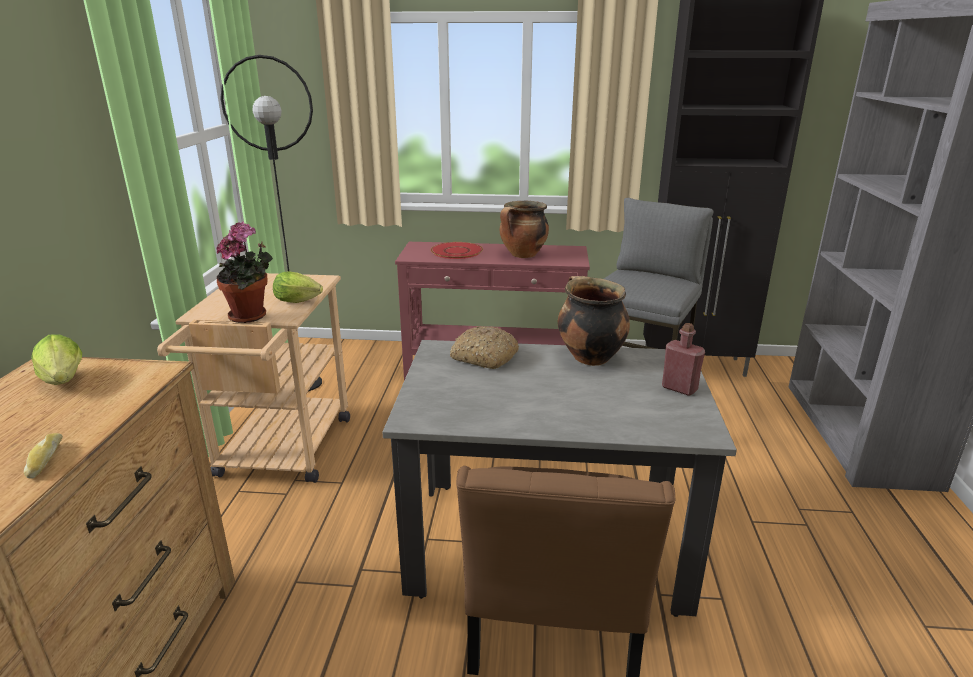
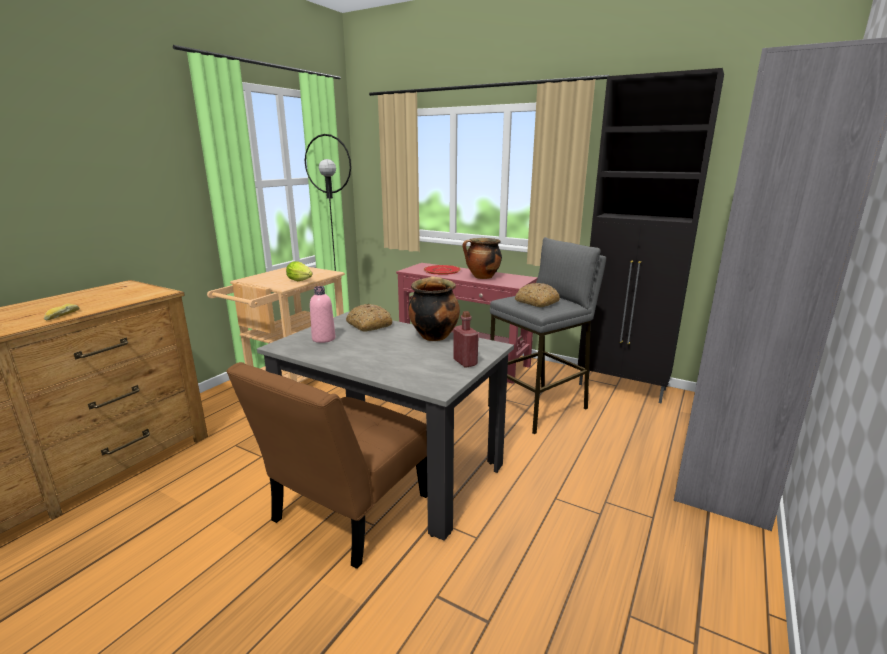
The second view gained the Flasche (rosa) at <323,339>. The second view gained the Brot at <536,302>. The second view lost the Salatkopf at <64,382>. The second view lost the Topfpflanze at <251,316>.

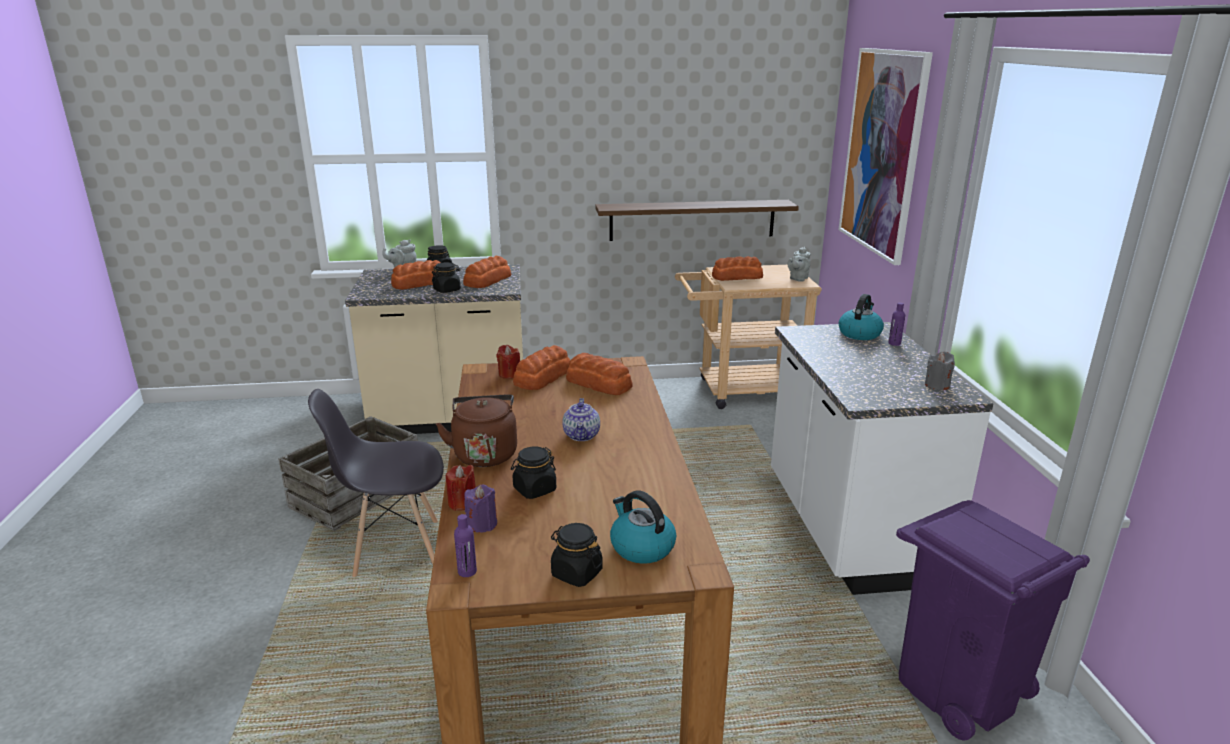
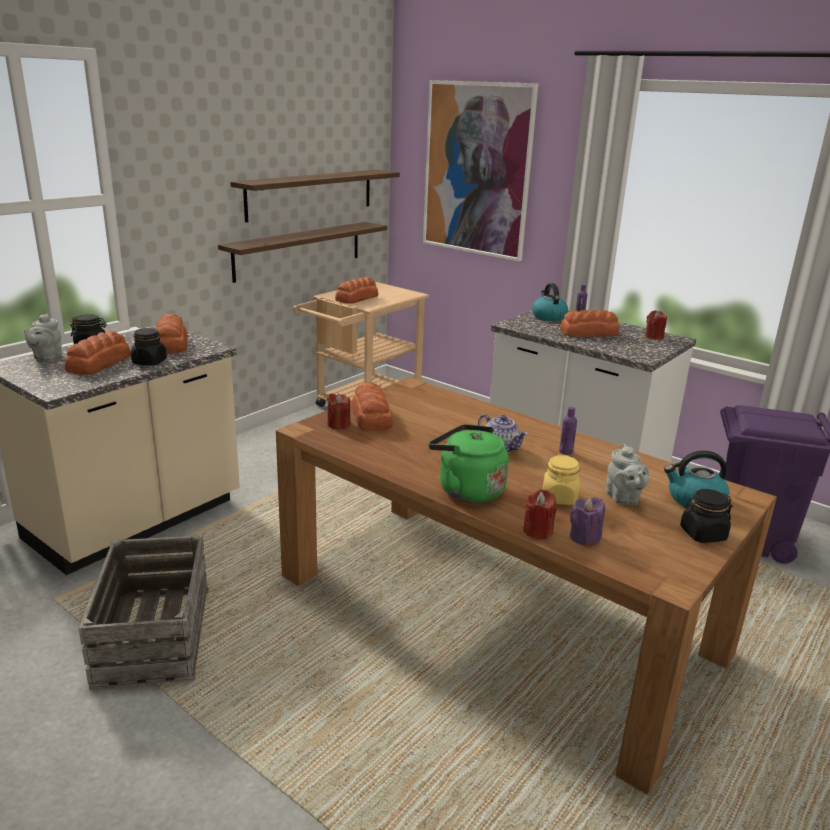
The second view gained the Wandregal at <311,194>. What was the Wasserkessel (braun) at <485,453> turned into the Wasserkessel (grün) at <467,490>. What was the Vorratsglas (schwarz) at <534,489> turned into the Vorratsglas (gelb) at <559,497>. The Flasche (lila) ended up elsewhere, having gone from <467,571> to <566,452>. The Brot ended up elsewhere, having gone from <599,384> to <589,333>. The Teekanne (grau) ended up elsewhere, having gone from <798,279> to <623,498>. What was the Kerze (grau) at <937,385> turned into the Kerze (rot) at <654,337>. The second view lost the Stuhl (grau) at <395,548>.

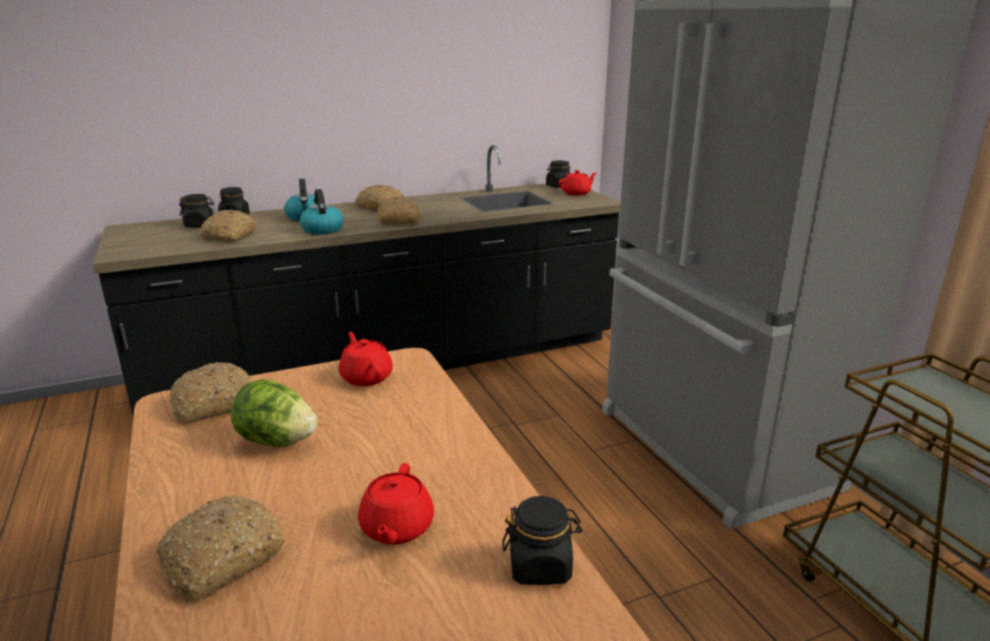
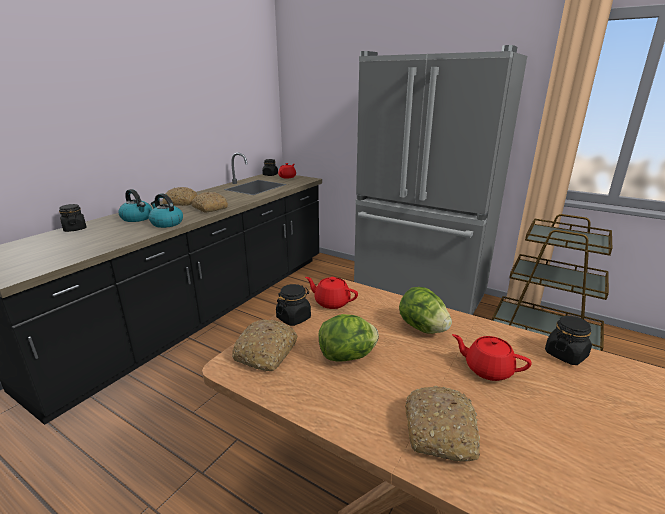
The Vorratsglas (schwarz) ended up elsewhere, having gone from <200,225> to <294,318>. The second view gained the Salatkopf at <422,328>. The Teekanne (rot) at <396,528> ended up facing another way, 150 degrees clockwise from before. The second view lost the Brot at <230,235>.

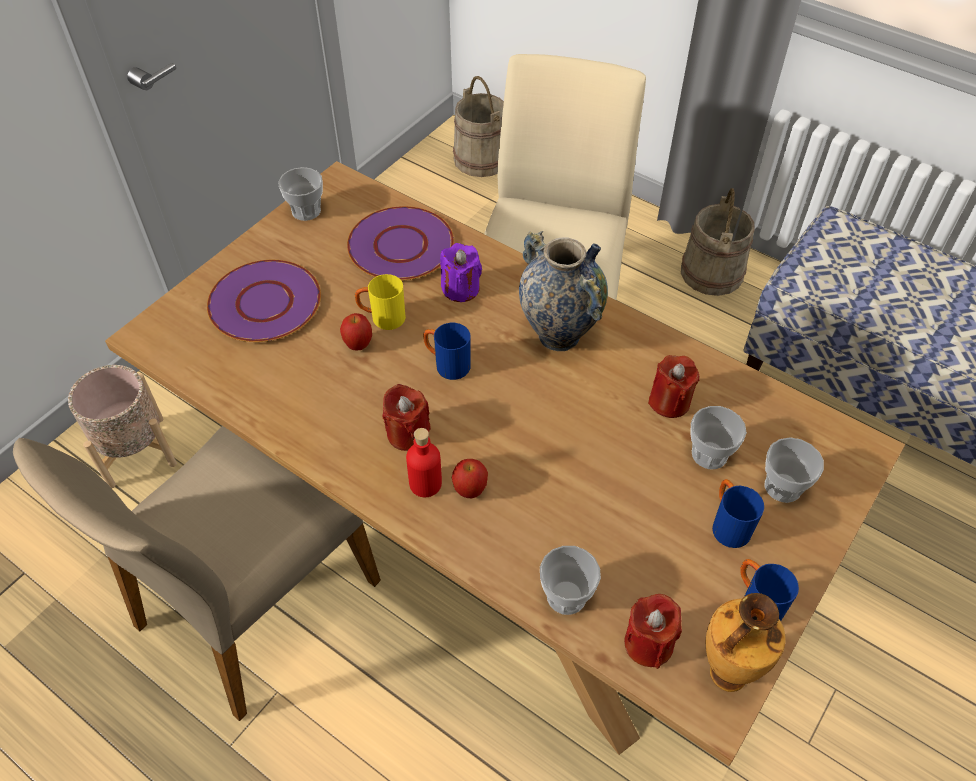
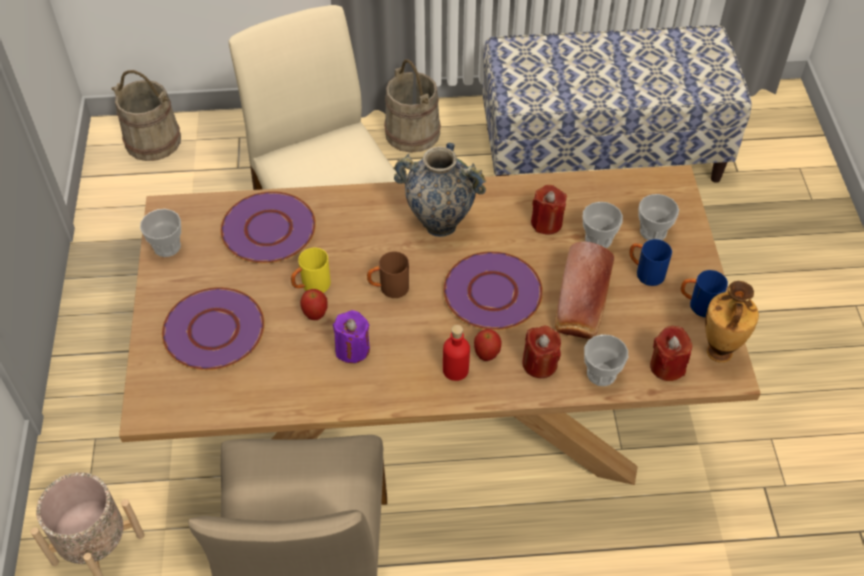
The Kerze (lila) ended up elsewhere, having gone from <460,289> to <352,349>. What was the Henkelbecher (blau) at <446,364> turned into the Henkelbecher (braun) at <388,288>. The second view gained the Teller (lila) at <492,292>. The Kerze (rot) ended up elsewhere, having gone from <408,433> to <539,364>. The second view gained the Brot at <580,306>.

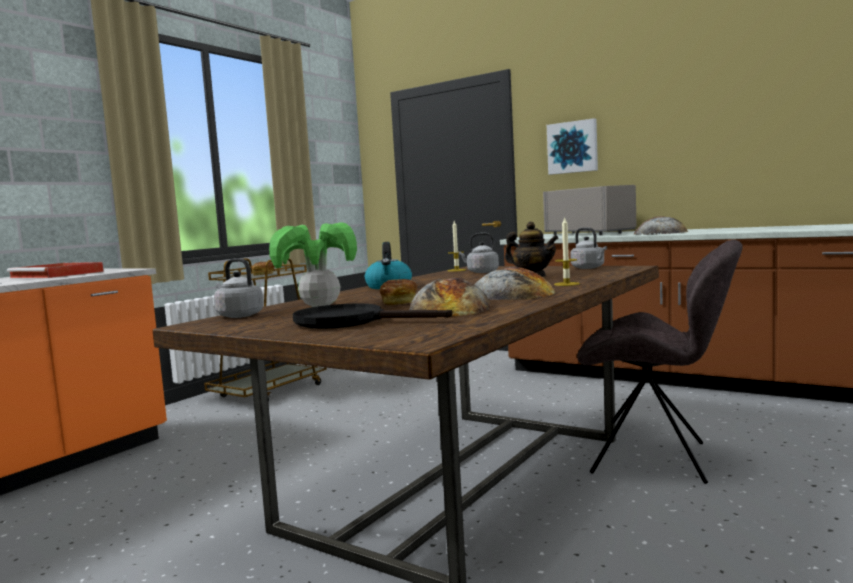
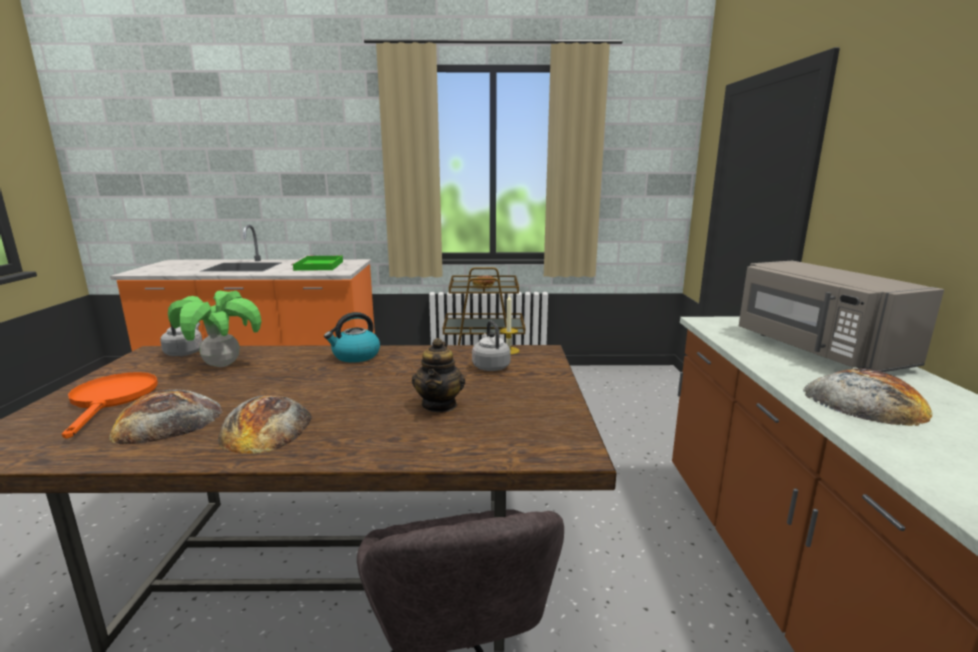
What was the Pfanne (schwarz) at <351,322> turned into the Pfanne (orange) at <112,400>. What was the Tablett (rot) at <58,274> turned into the Tablett (grün) at <319,266>. The Mikrowelle (grau) at <590,234> ended up facing another way, 135 degrees clockwise from before. The second view lost the Brot at <400,303>. The second view lost the Bild at <573,147>. The second view lost the Kerze at <566,284>. The second view lost the Wasserkessel (grau) at <589,268>.

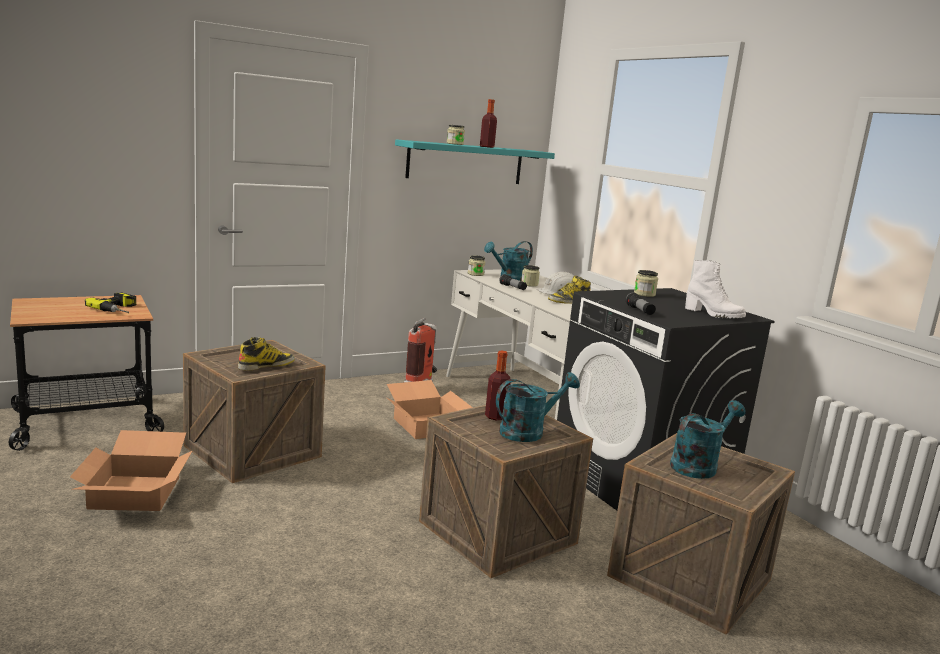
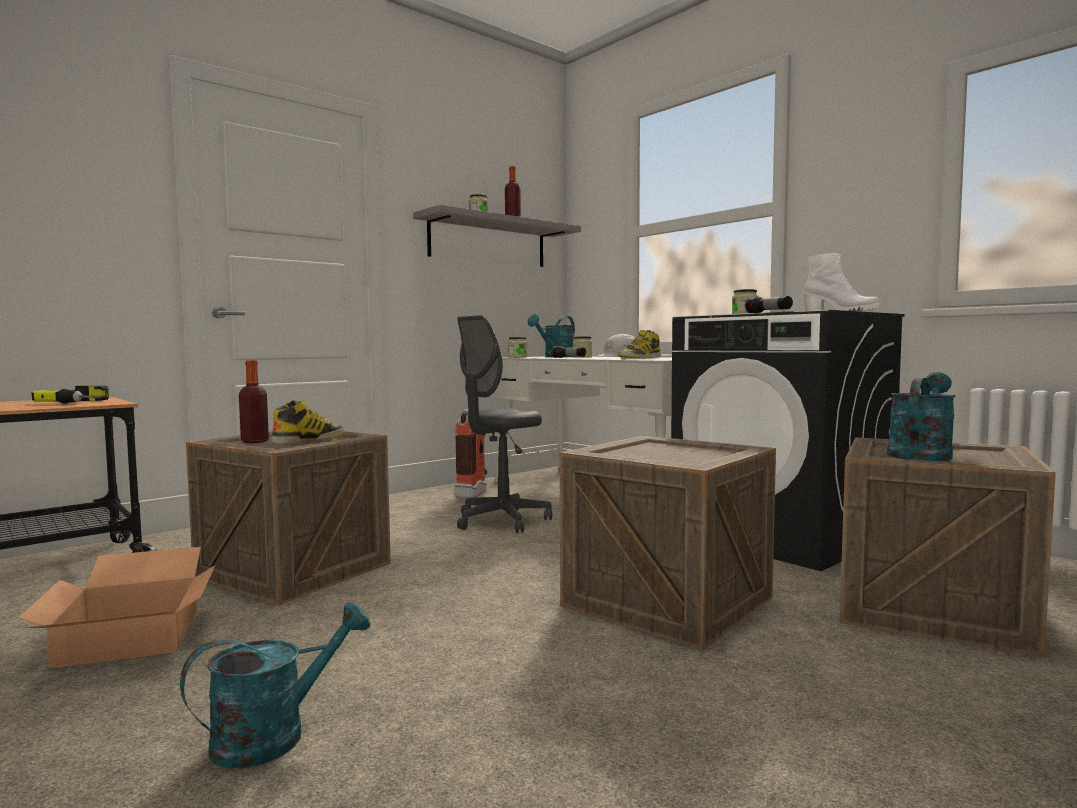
The Gießkanne (türkis) ended up elsewhere, having gone from <528,432> to <275,734>. The Flasche ended up elsewhere, having gone from <495,417> to <255,441>. What was the Wandregal (türkis) at <465,163> turned into the Wandregal (grau) at <488,242>. Where the Karton stood at <426,425>, the Bürostuhl (grau) came to stand at <501,521>.

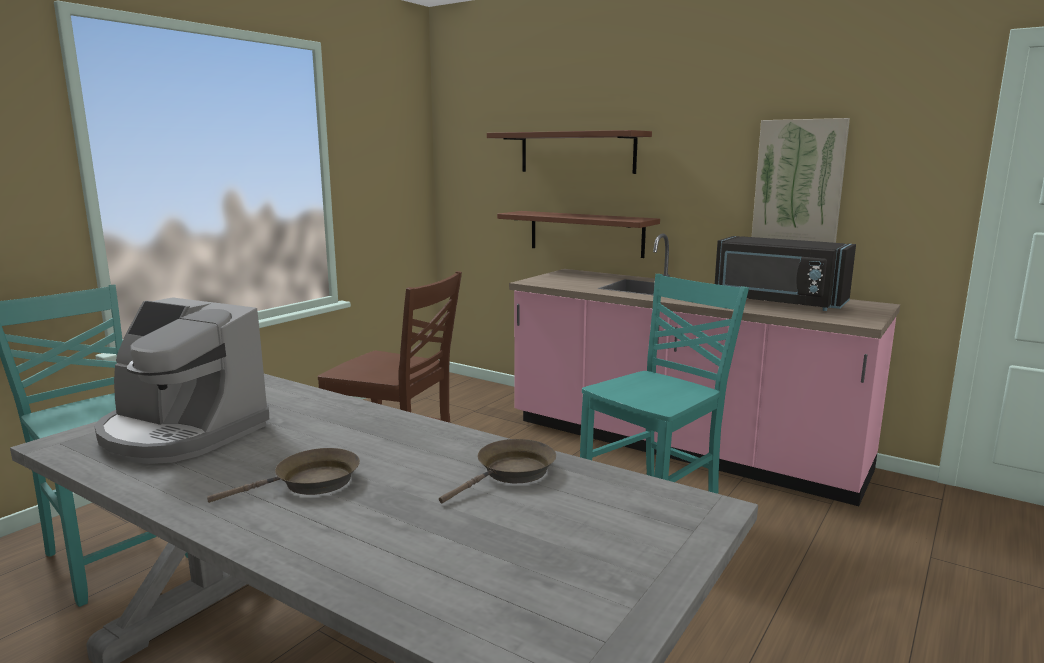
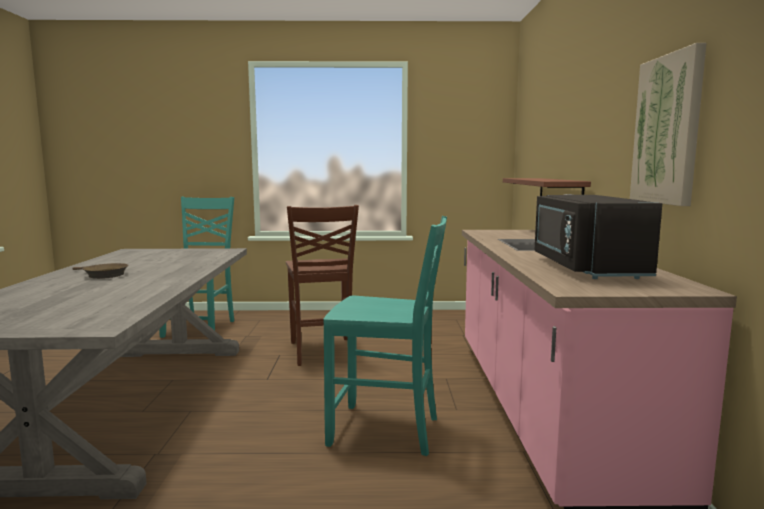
The second view lost the Kaffeemaschine at <181,433>. The second view lost the Pfanne (braun) at <511,473>. The second view lost the Wandregal (braun) at <577,152>.

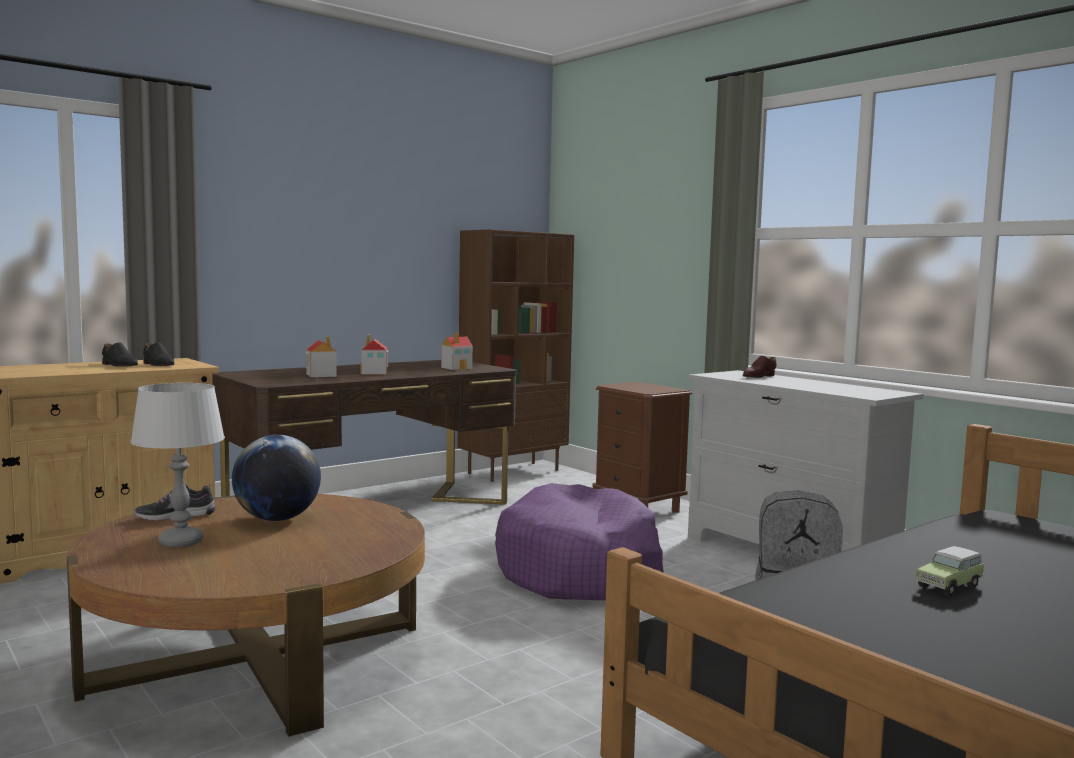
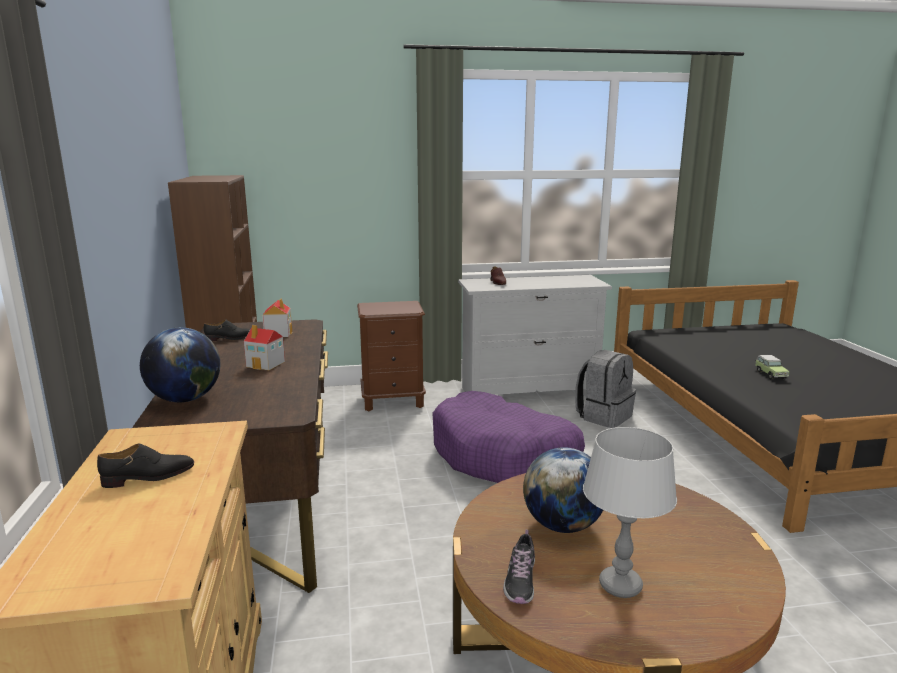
The second view gained the Globus at <185,399>. The Schuh (schwarz) ended up elsewhere, having gone from <158,365> to <230,338>. The second view lost the Spielzeughaus at <321,375>.

